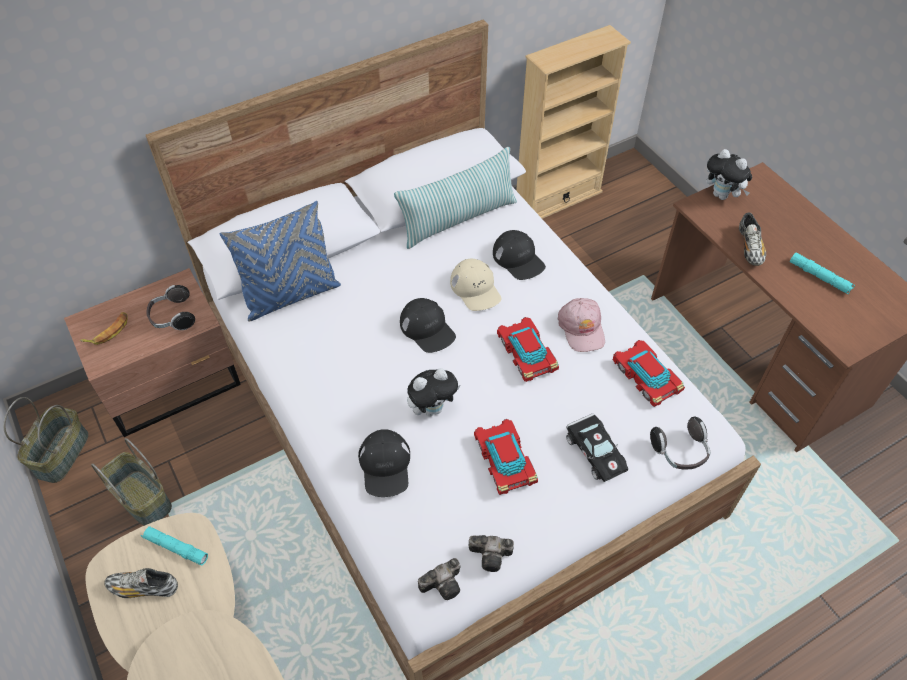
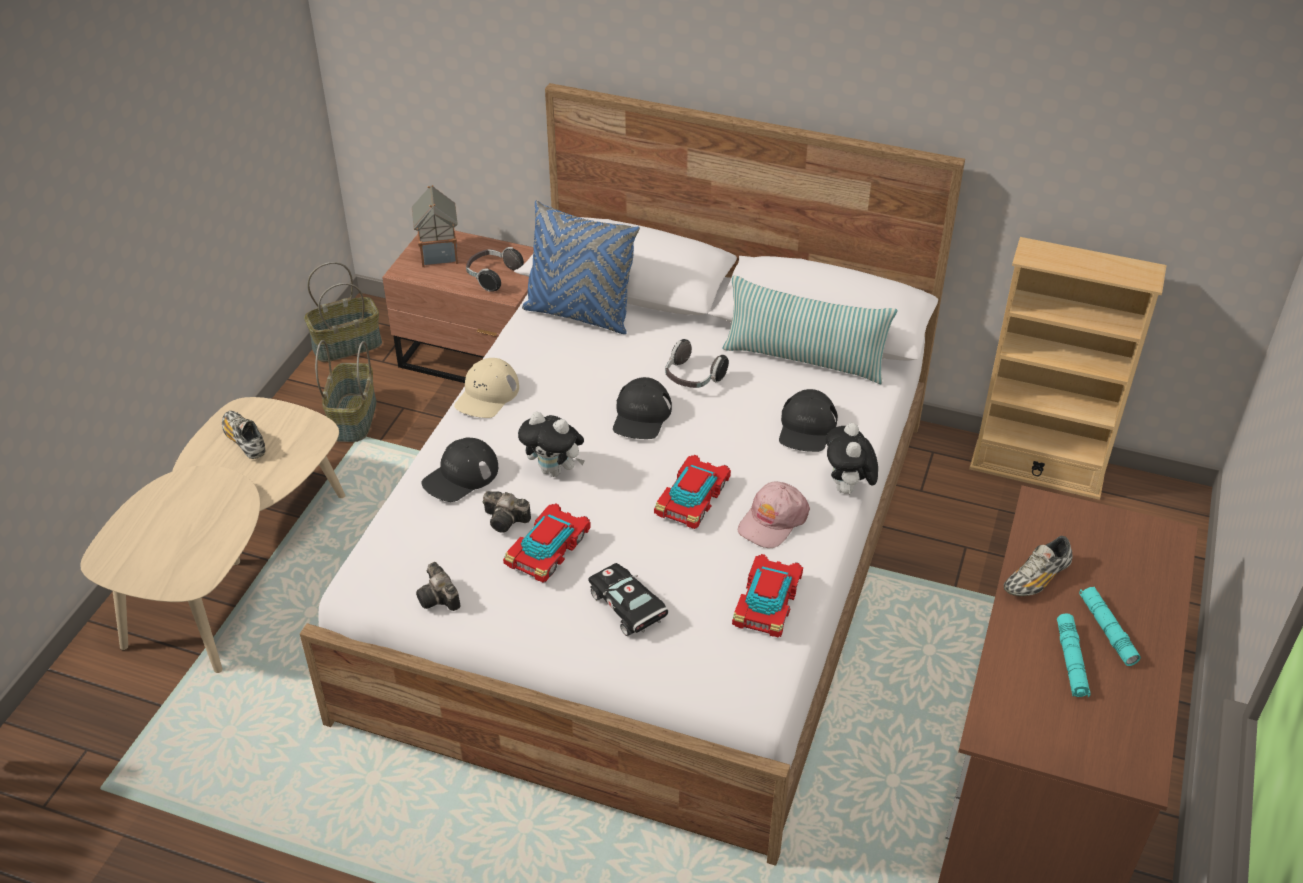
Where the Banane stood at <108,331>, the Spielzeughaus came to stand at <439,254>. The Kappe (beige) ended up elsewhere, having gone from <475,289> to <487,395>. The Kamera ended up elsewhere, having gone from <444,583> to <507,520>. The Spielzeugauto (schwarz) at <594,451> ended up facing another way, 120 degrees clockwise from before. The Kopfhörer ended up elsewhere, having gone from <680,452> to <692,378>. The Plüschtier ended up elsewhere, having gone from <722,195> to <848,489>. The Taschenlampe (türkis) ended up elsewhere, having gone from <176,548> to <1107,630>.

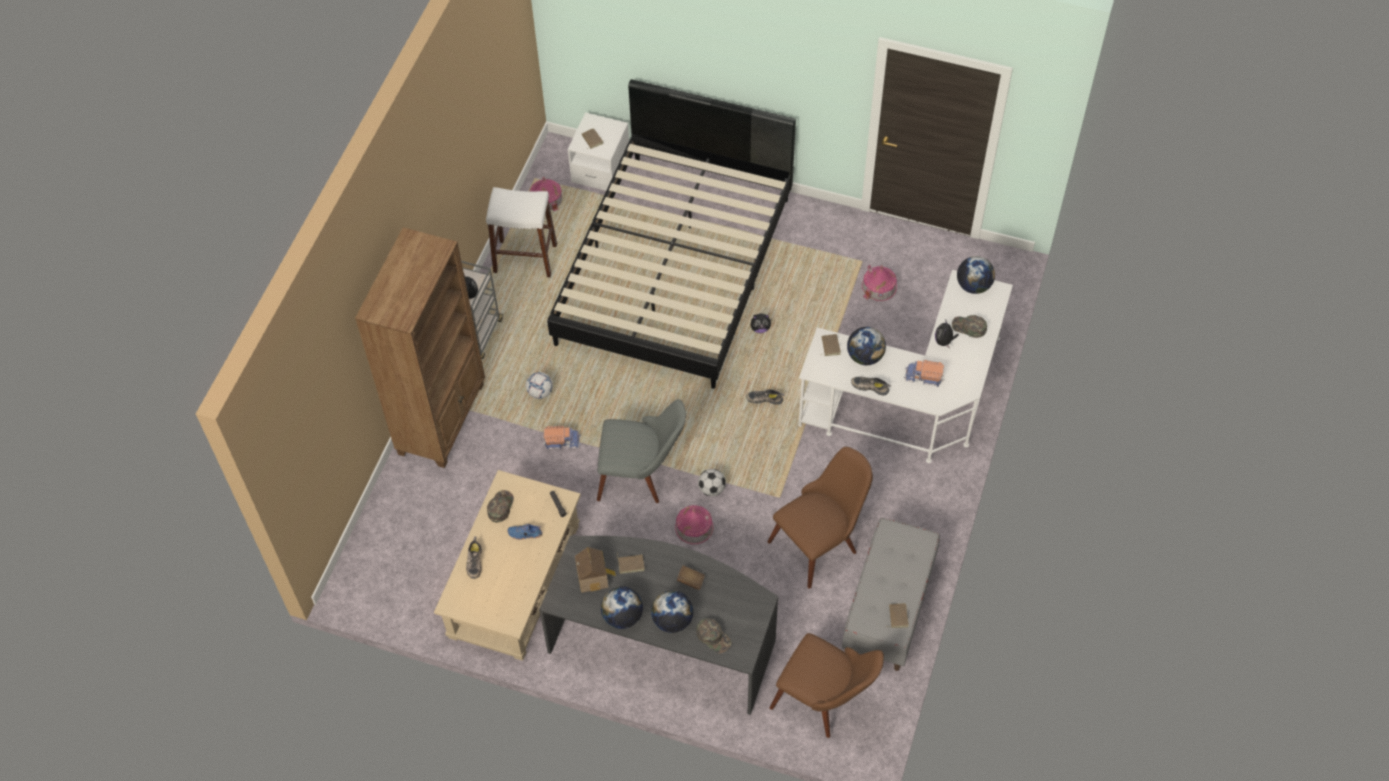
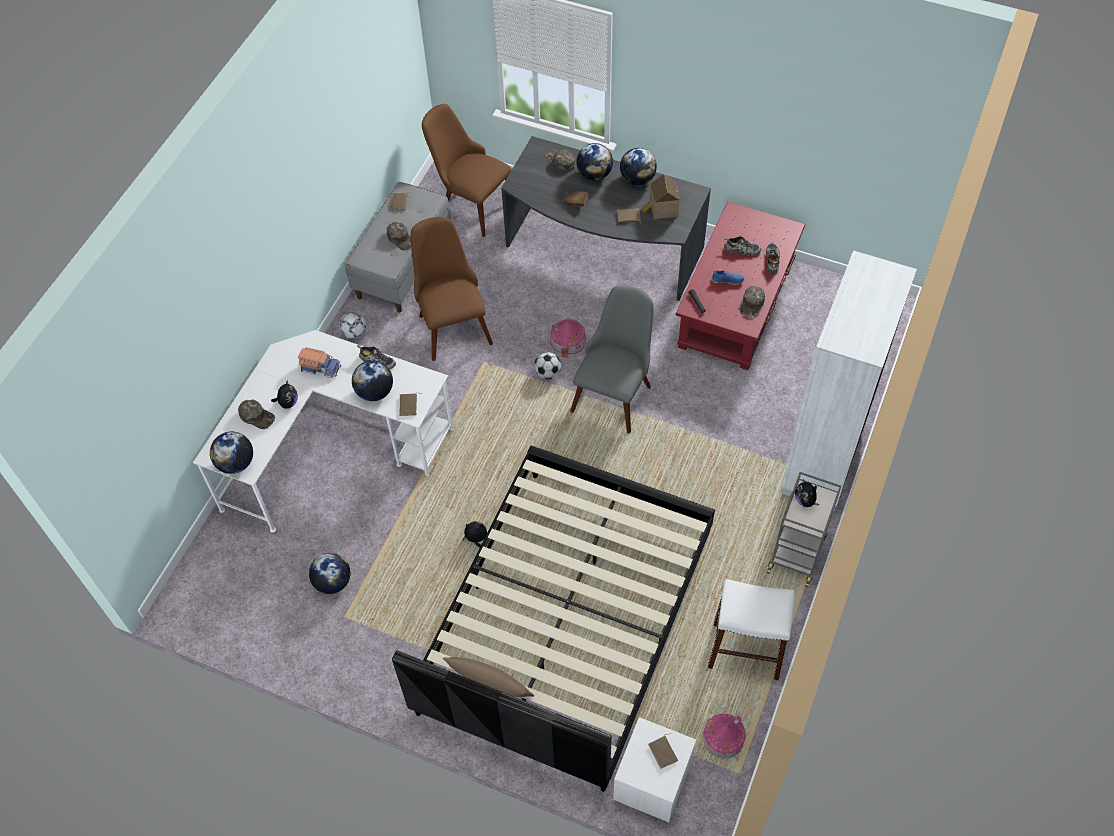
Where the Spielzeughaus stood at <879,286>, the Globus came to stand at <333,582>. The Fußball ended up elsewhere, having gone from <540,392> to <354,333>. The second view gained the Kappe (grün) at <401,238>. The Stuhl (braun) at <821,541> ended up facing another way, 105 degrees clockwise from before. The second view gained the Kissen (braun) at <489,685>. The Stuhl (grau) at <642,474> ended up facing another way, 105 degrees clockwise from before. What was the Couchtisch (beige) at <514,581> turned into the Couchtisch (rot) at <736,304>. The Schuh ended up elsewhere, having gone from <765,398> to <741,250>. What was the Bücherregal (braun) at <442,418> turned into the Bücherregal (weiß) at <822,459>. The second view lost the Spielzeuglaster at <562,441>.

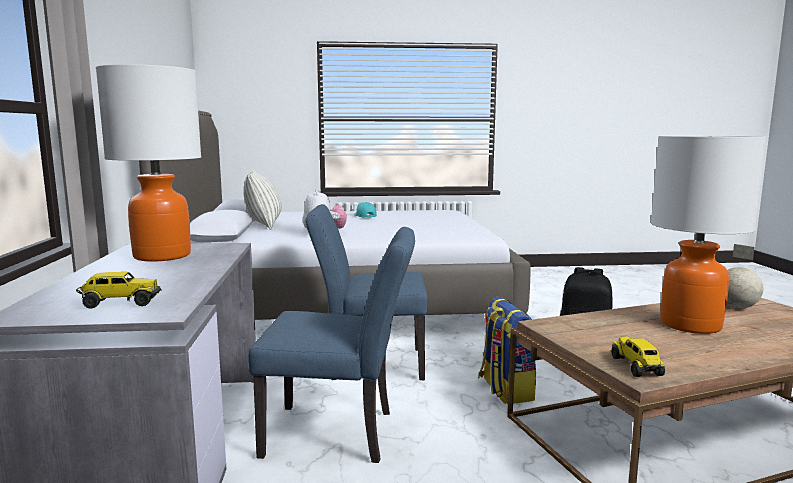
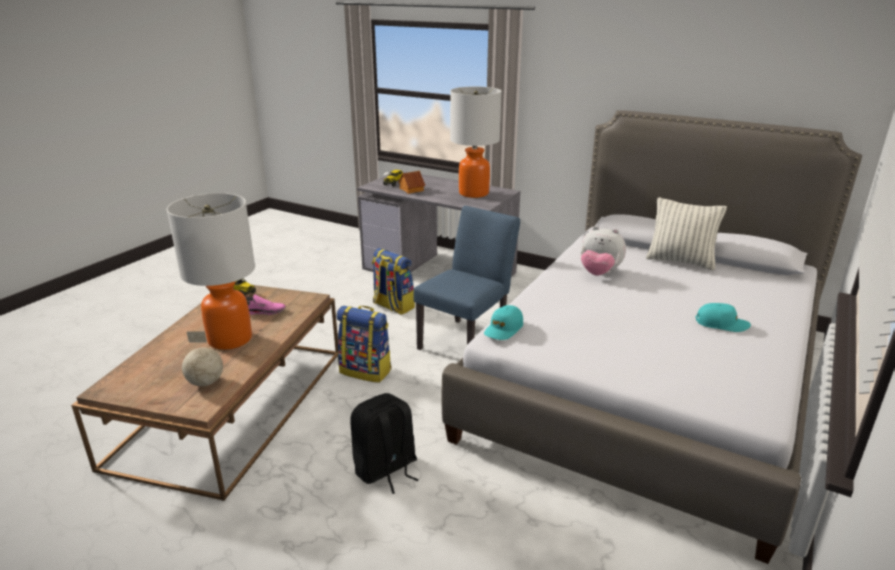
The second view gained the Schuh (rosa) at <263,311>. Where the Stuhl (blau) stood at <340,434>, the Rucksack came to stand at <392,306>. The second view gained the Spielzeughaus at <411,189>. The second view gained the Kappe (türkis) at <503,329>.

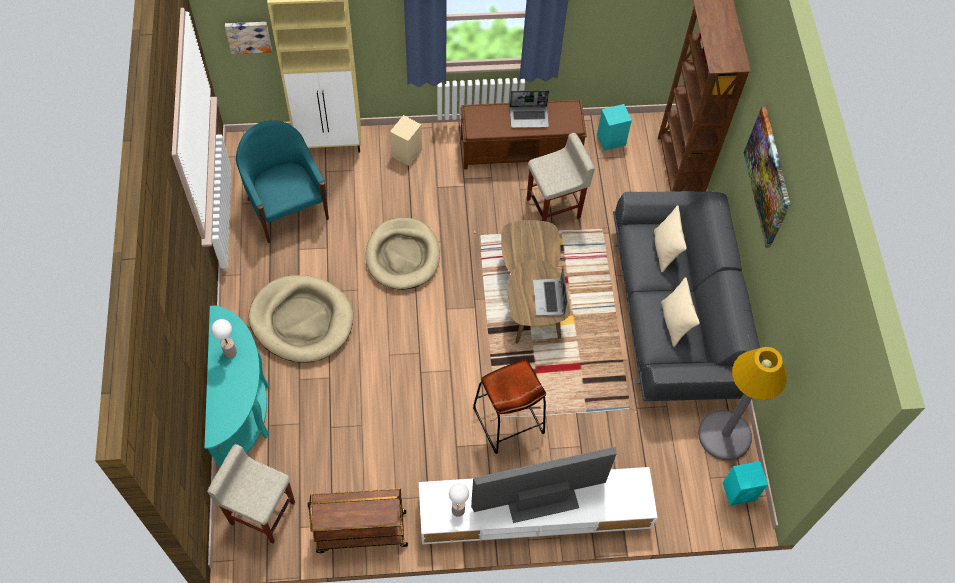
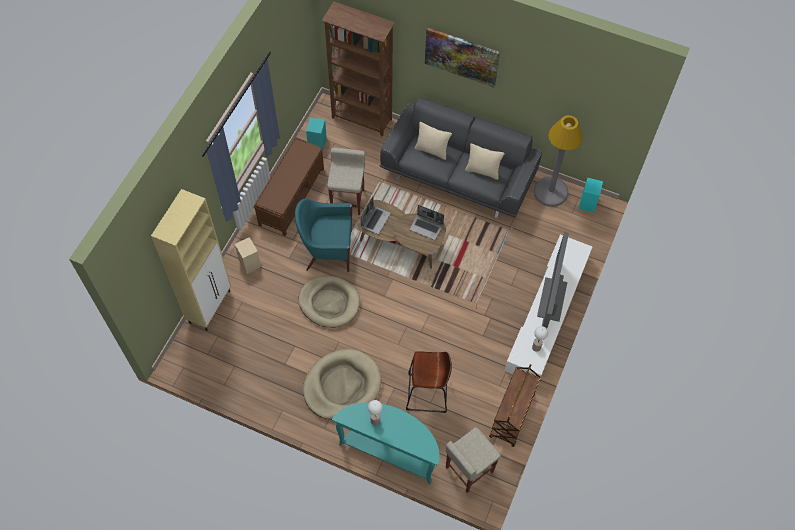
The Sessel (türkis) ended up elsewhere, having gone from <287,208> to <327,250>. The Laptop ended up elsewhere, having gone from <529,117> to <375,220>. The Hocker (braun) ended up elsewhere, having gone from <508,421> to <427,393>. The second view lost the Bild at <248,36>.

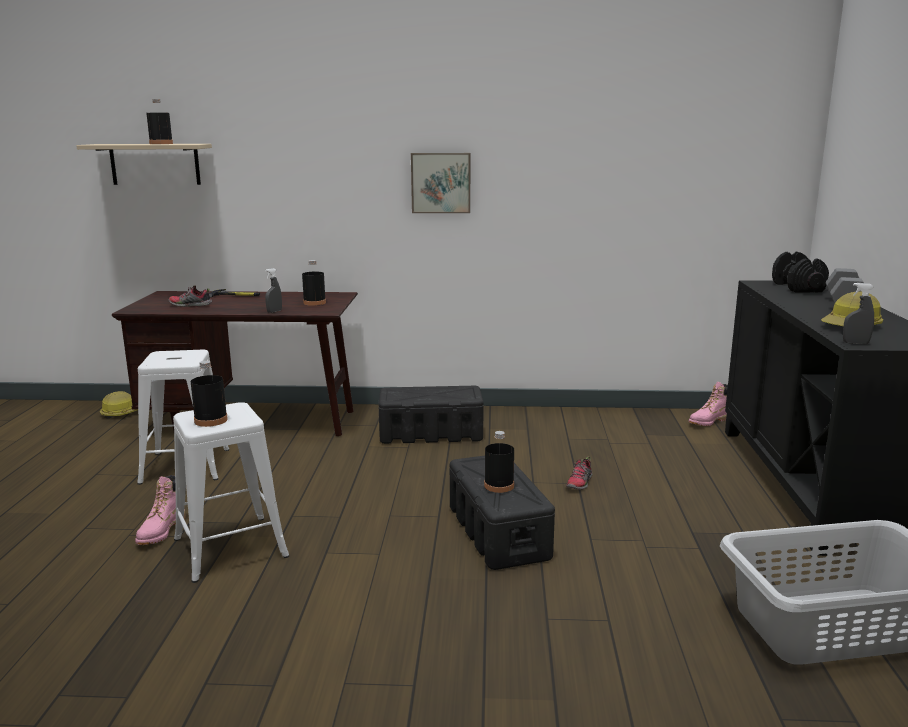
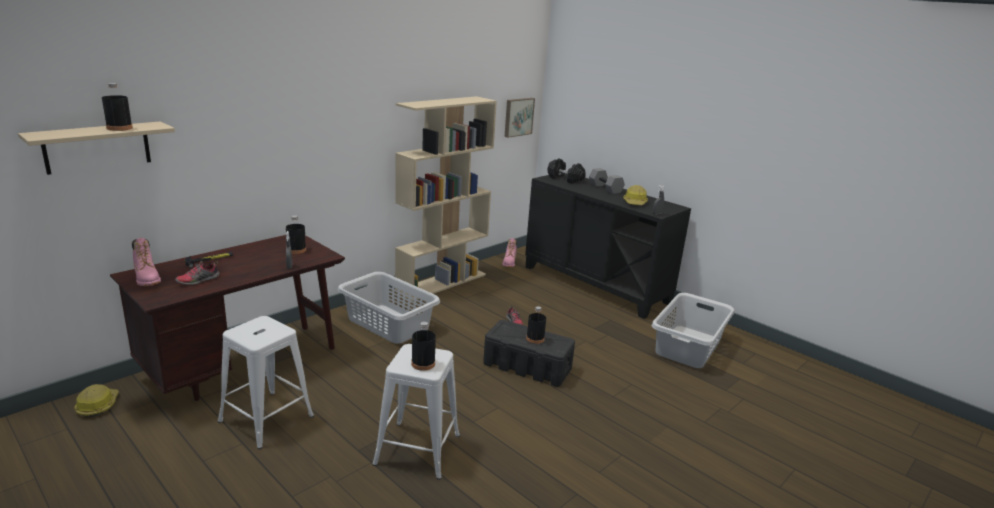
The Stiefel (rosa) ended up elsewhere, having gone from <161,532> to <147,279>. Where the Aufbewahrungsbox (schwarz) stood at <432,433>, the Wäschekorb (grau) came to stand at <388,323>. The second view gained the Bücherregal (beige) at <442,282>. The Bild ended up elsewhere, having gone from <441,183> to <518,117>.

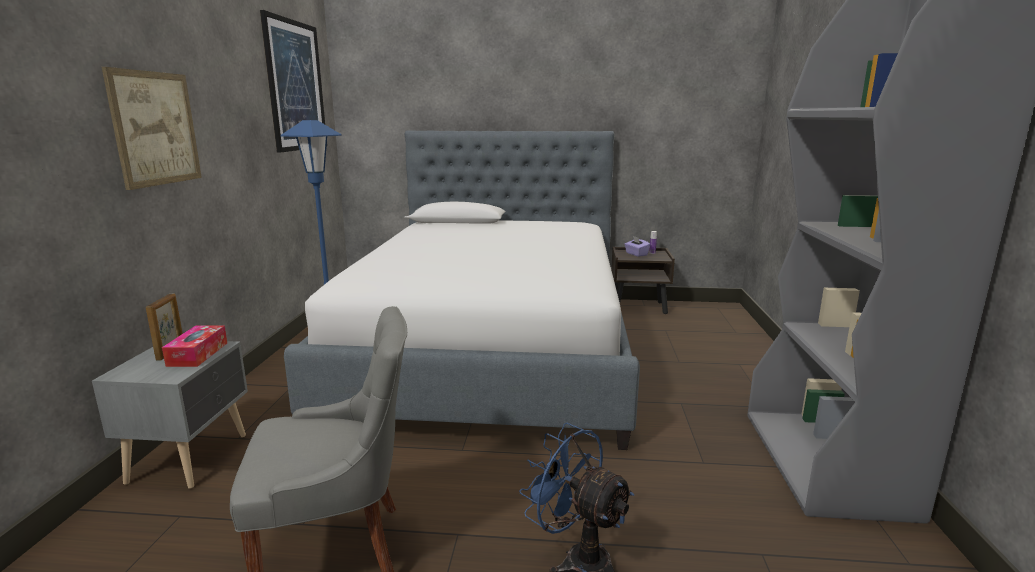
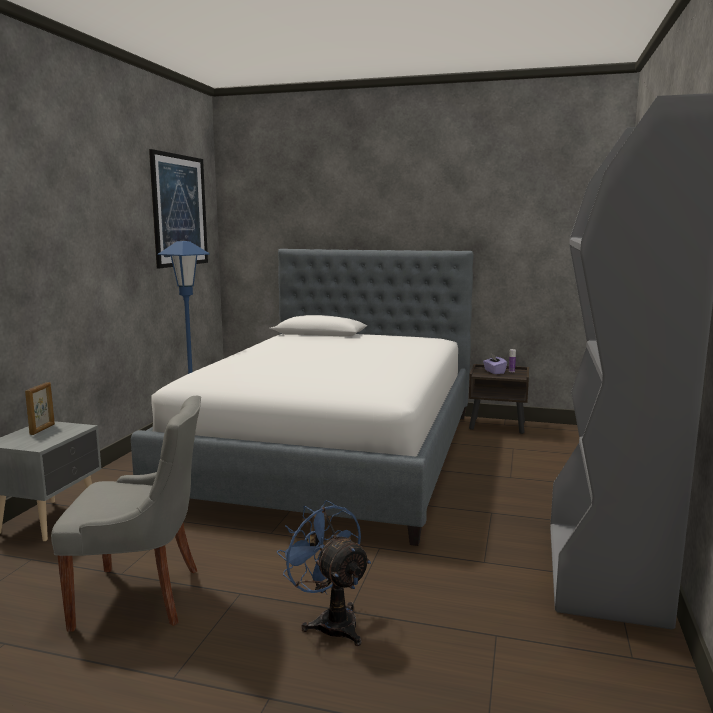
The second view lost the Bild at <155,128>. The second view lost the Taschentuchbox at <198,354>.

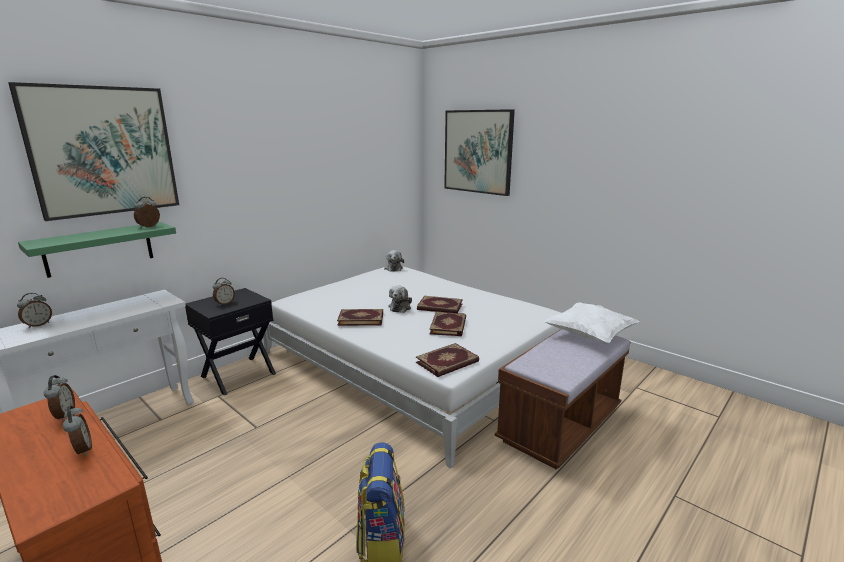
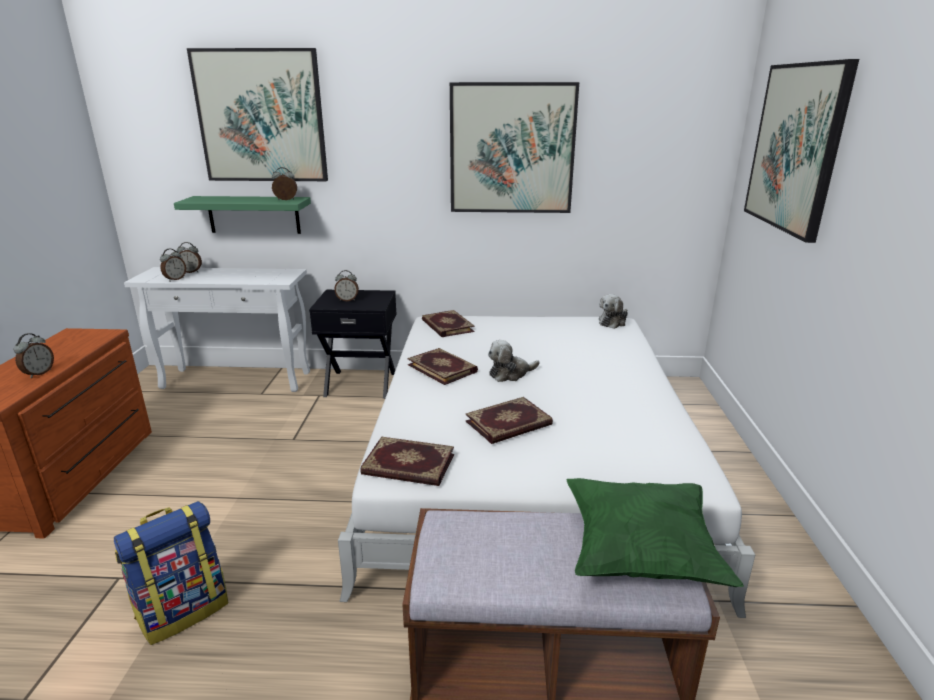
The Wecker ended up elsewhere, having gone from <64,416> to <175,279>. The Buch ended up elsewhere, having gone from <439,307> to <446,326>. The second view gained the Bild at <512,149>. What was the Kissen (weiß) at <589,336> turned into the Kissen (grün) at <640,553>.

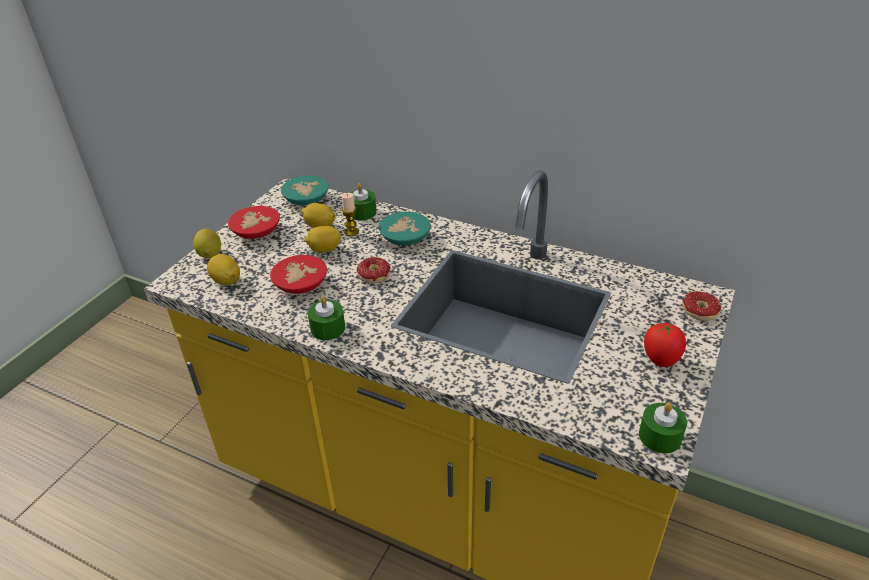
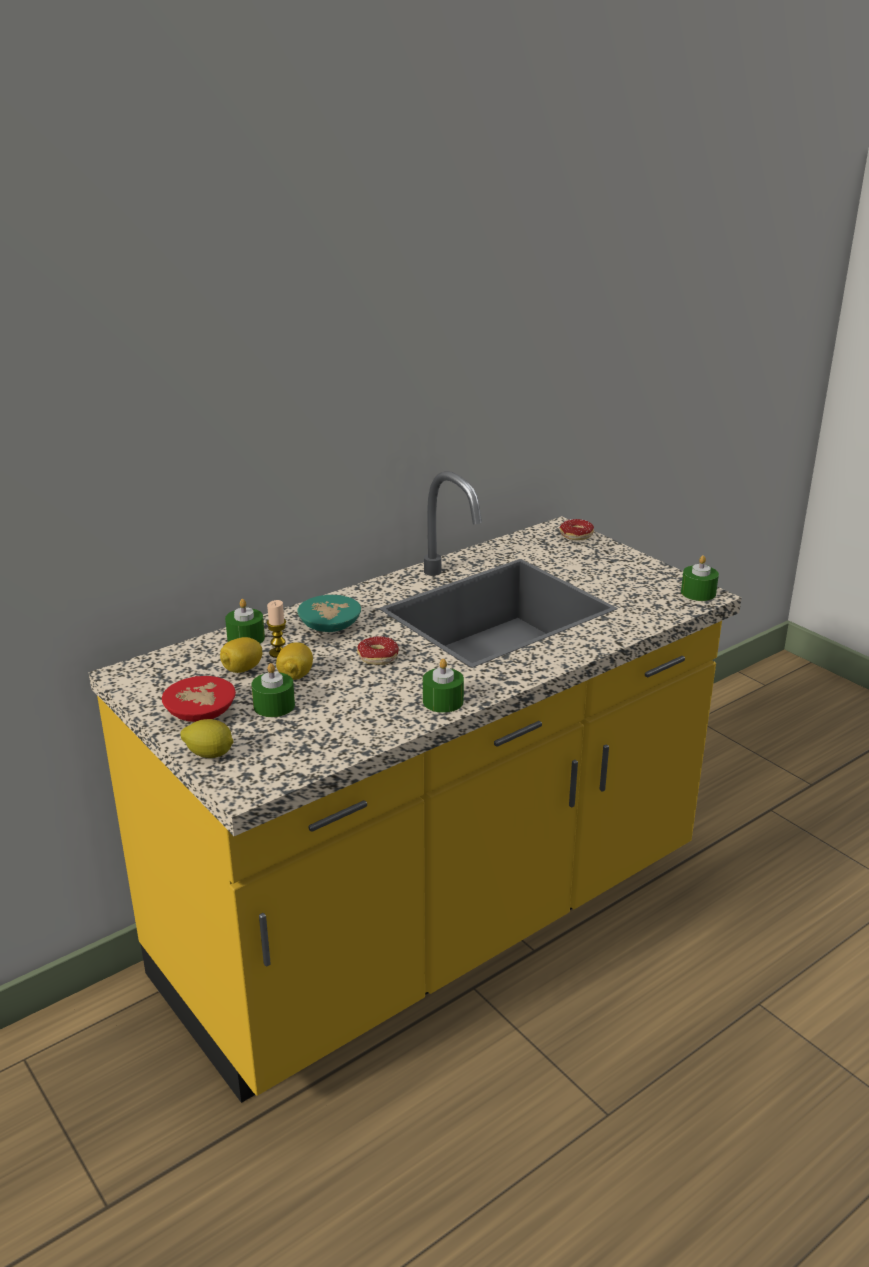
The second view gained the Kerze (grün) at <274,706>. The second view lost the Zitrone at <226,281>. The second view lost the Schüssel (rot) at <300,286>. The second view lost the Schüssel (türkis) at <307,201>. The second view lost the Tomate at <660,361>.

